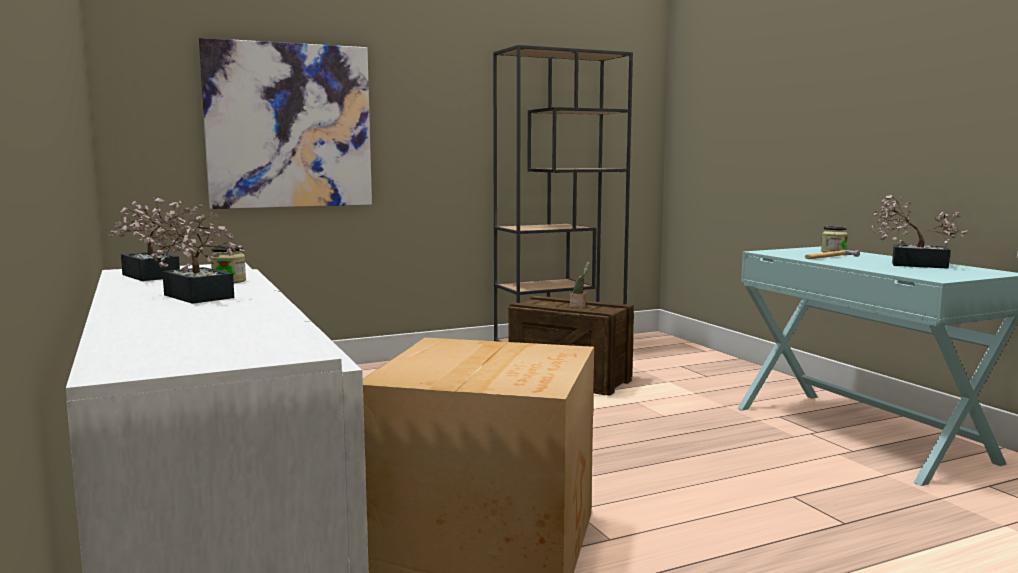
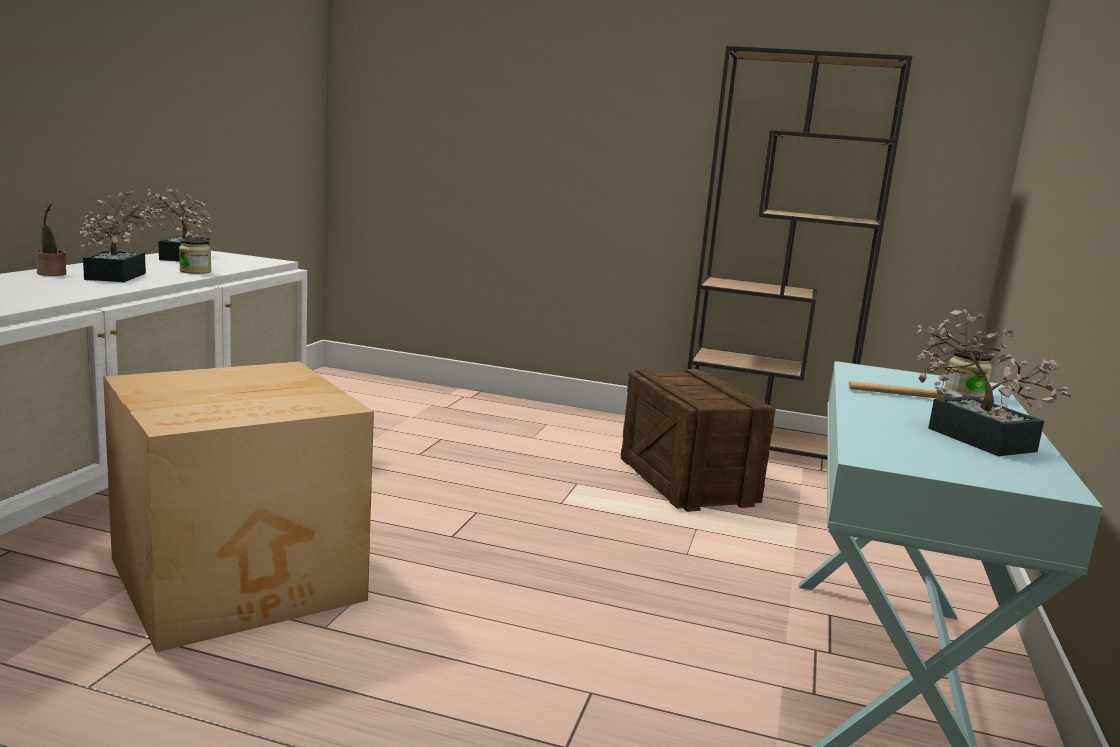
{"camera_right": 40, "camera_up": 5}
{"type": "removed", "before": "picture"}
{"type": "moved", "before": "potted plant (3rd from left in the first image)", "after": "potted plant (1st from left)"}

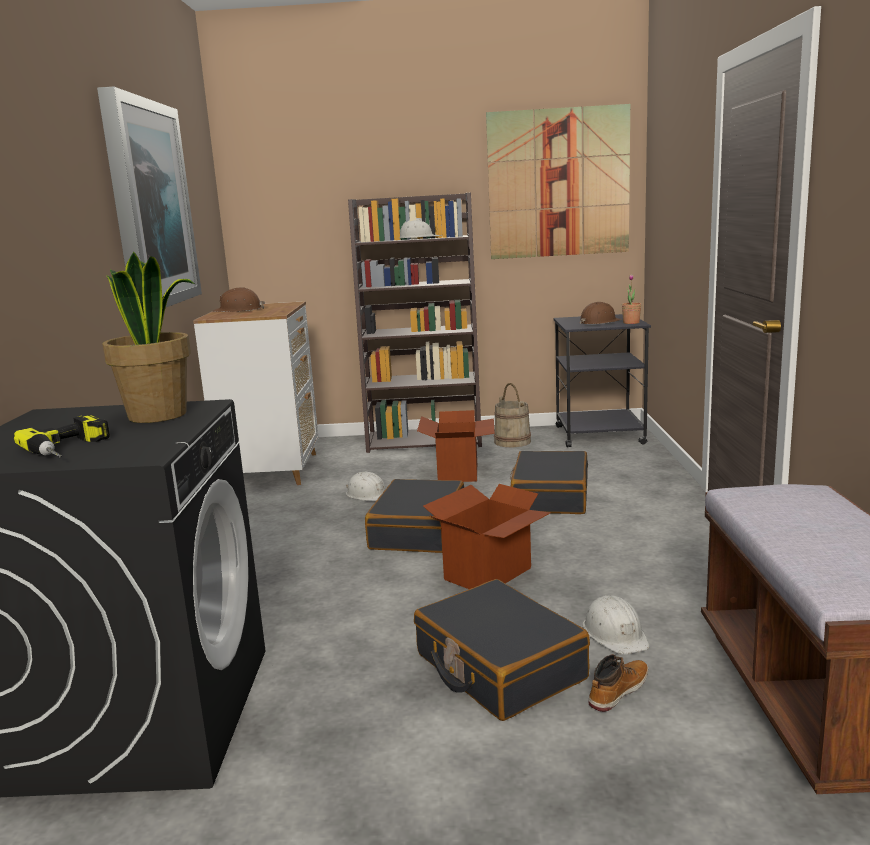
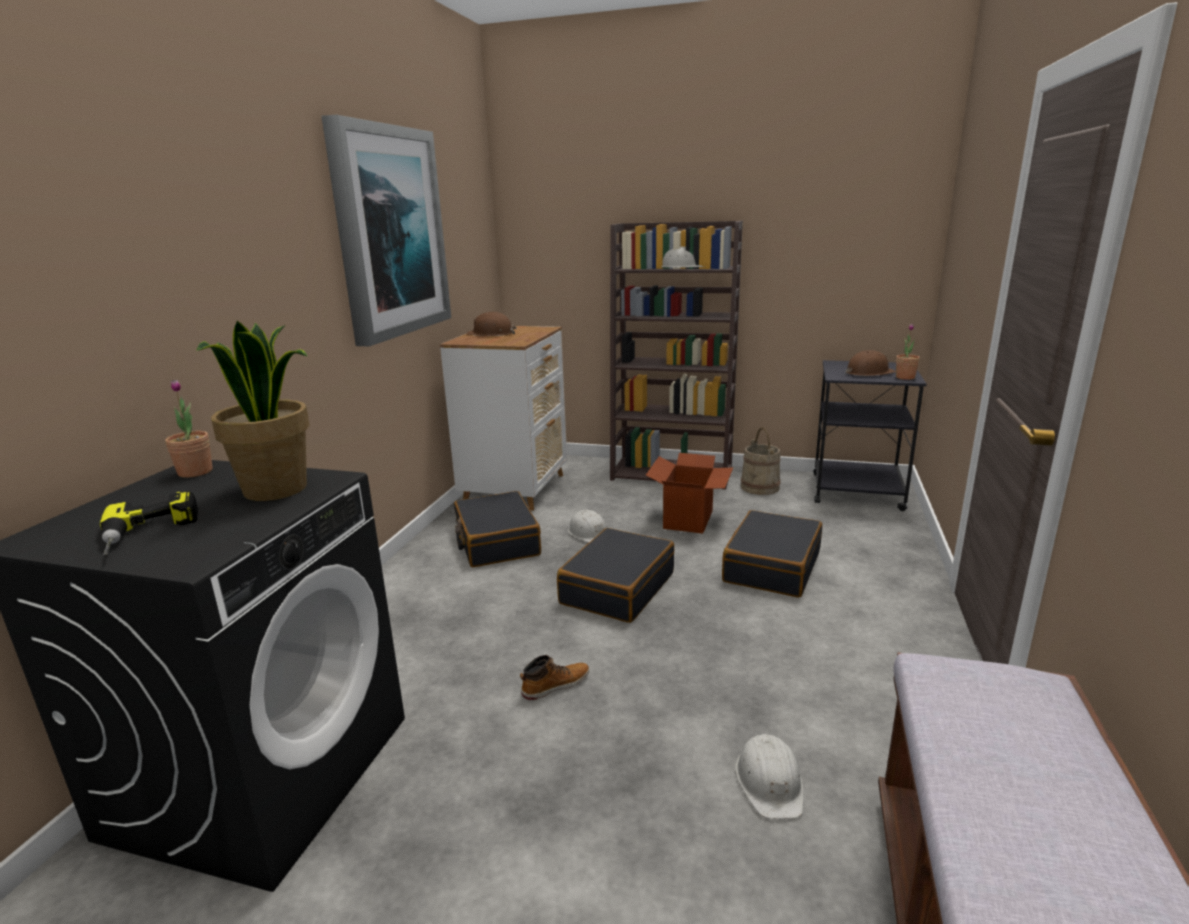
{"camera_right": 15, "camera_up": 5}
{"type": "removed", "before": "cardboard box (2nd from left)"}
{"type": "removed", "before": "picture (2nd from left)"}
{"type": "added", "after": "potted plant (1st from left)"}
{"type": "moved", "before": "suitcase in black (2nd from left in the first image)", "after": "suitcase in black (1st from left)"}
{"type": "moved", "before": "boot"}

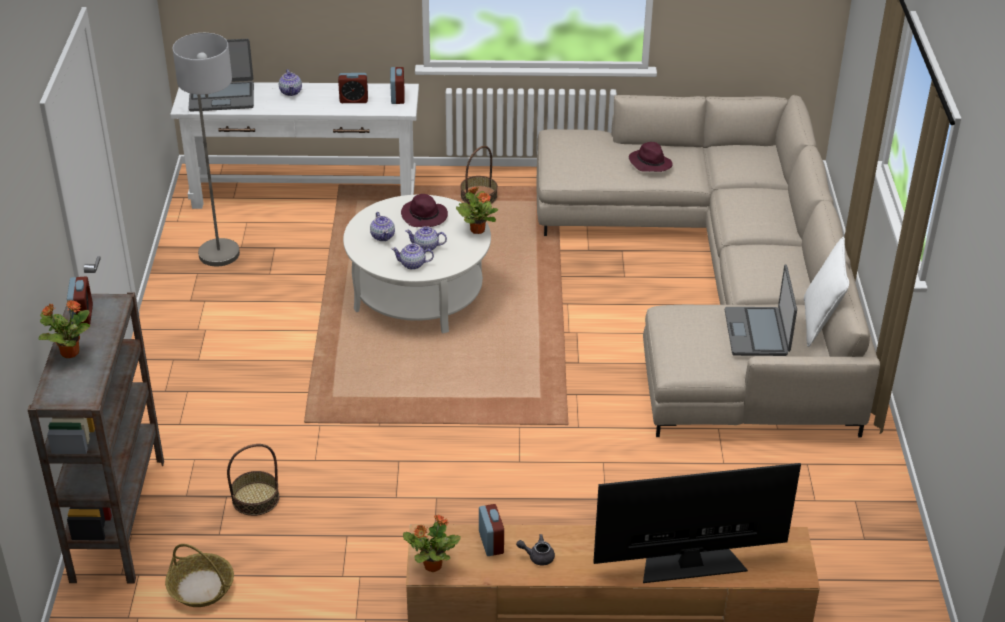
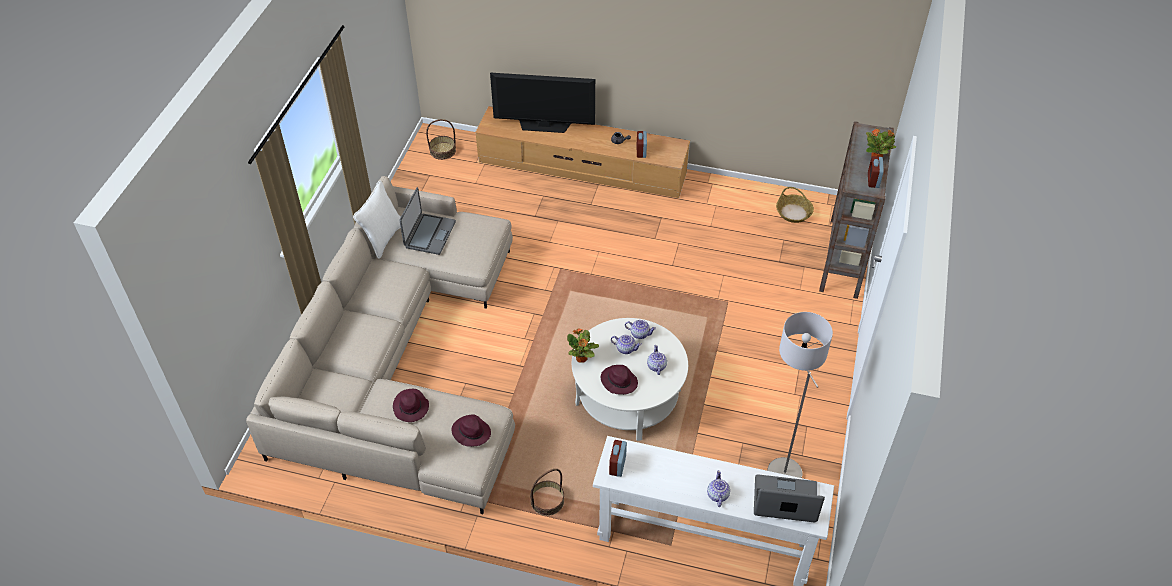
{"camera_right": -165, "camera_up": 10}
{"type": "removed", "before": "alarm clock (2nd from left)"}
{"type": "removed", "before": "potted plant (2nd from left)"}
{"type": "added", "after": "hat in purple (2nd from left)"}
{"type": "moved", "before": "basket (2nd from left in the first image)", "after": "basket (1st from left)"}

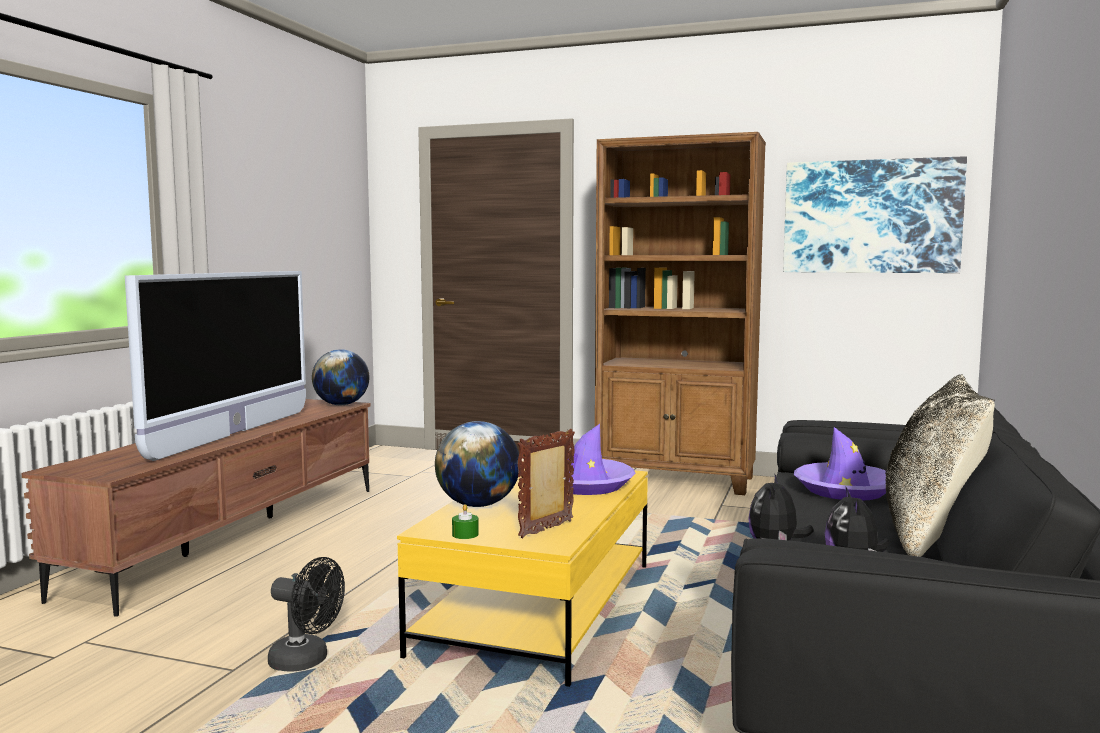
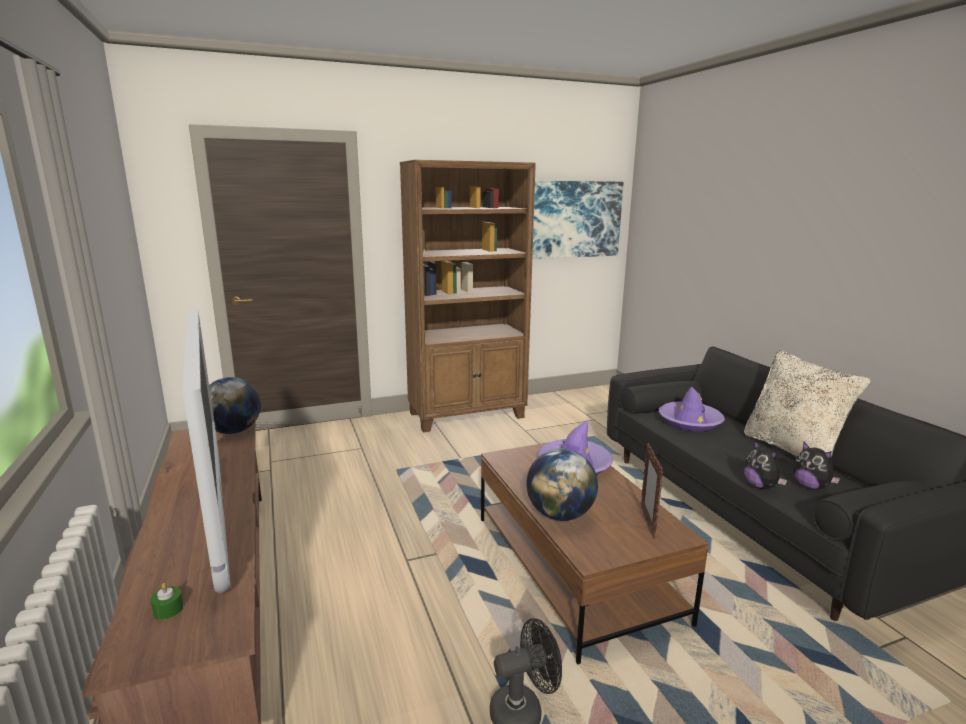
{"camera_right": -40, "camera_up": 10}
{"type": "moved", "before": "candle in green"}
{"type": "recoloured", "before": "coffee table in yellow", "after": "coffee table in brown"}

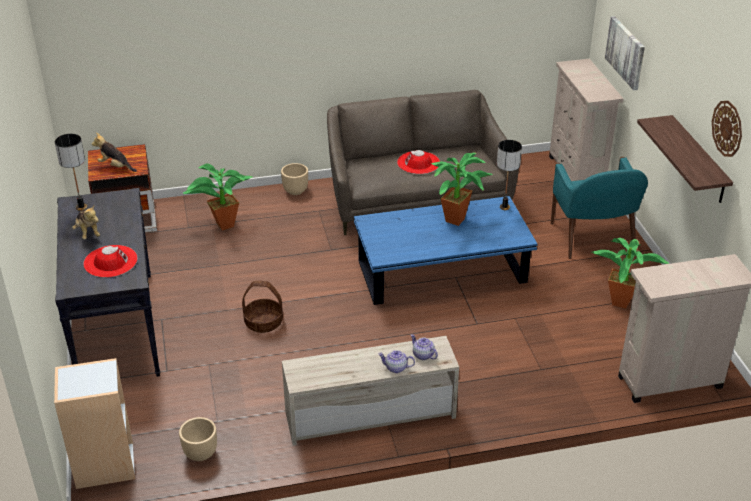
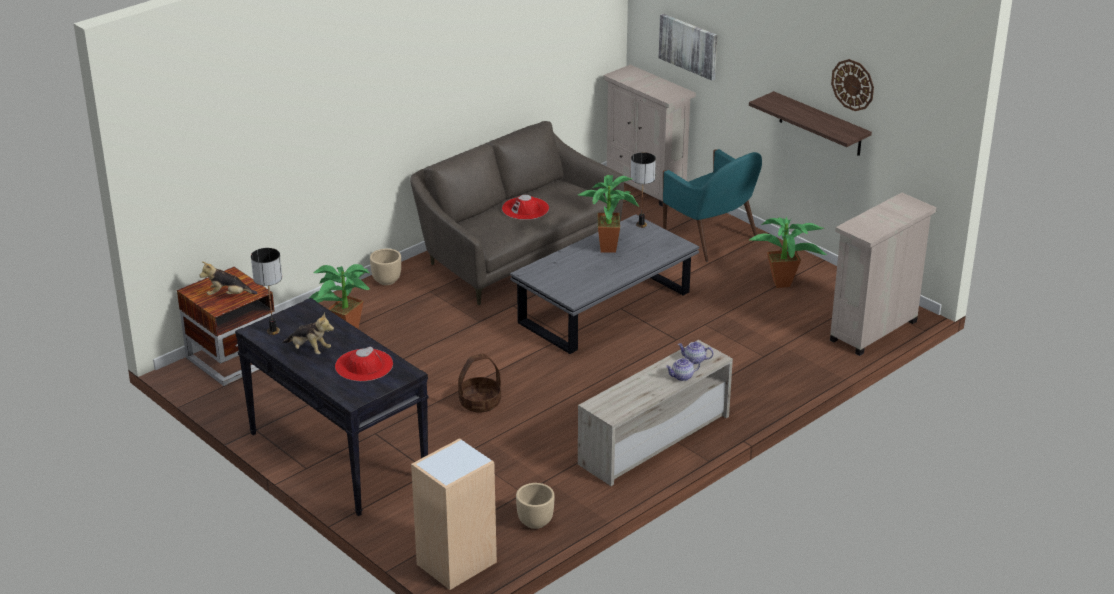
{"camera_right": -30, "camera_up": -5}
{"type": "recoloured", "before": "coffee table in blue", "after": "coffee table in grey"}

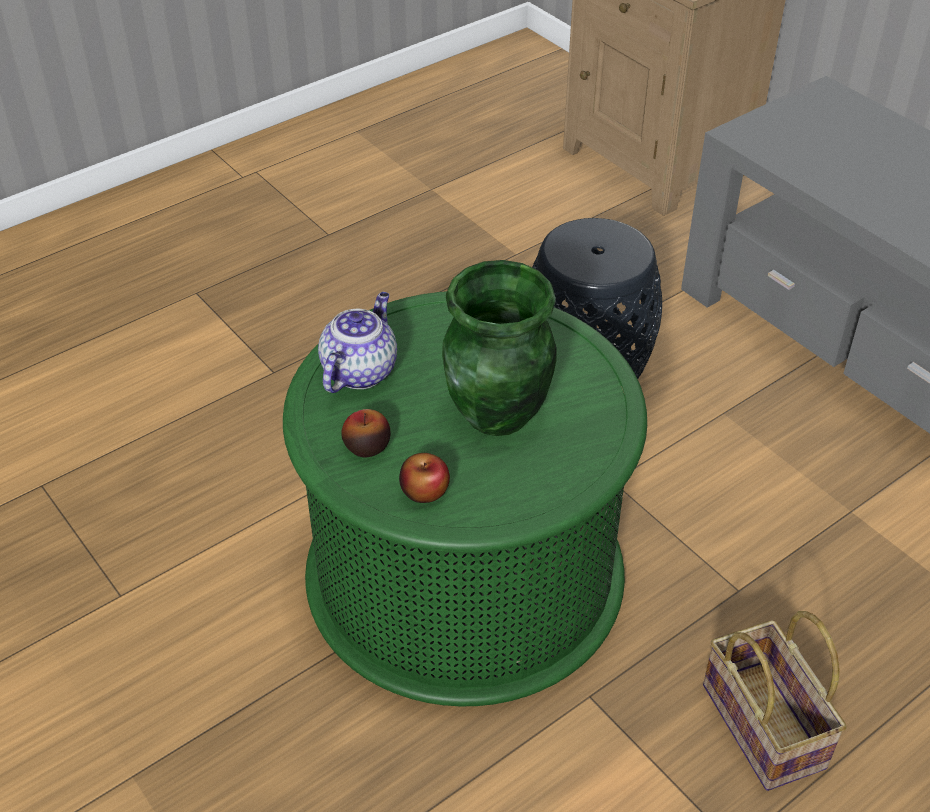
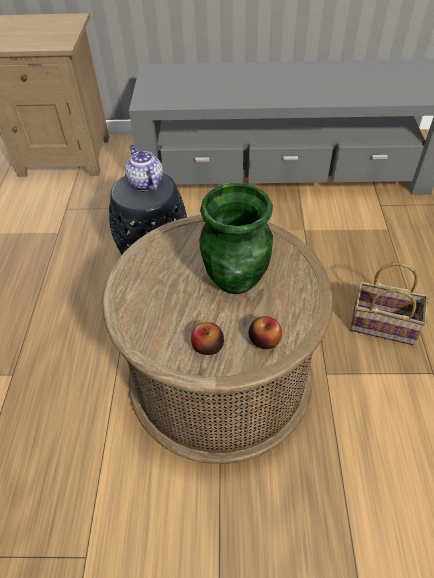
{"camera_right": -50, "camera_up": 5}
{"type": "moved", "before": "teapot"}
{"type": "recoloured", "before": "coffee table in green", "after": "coffee table in brown"}

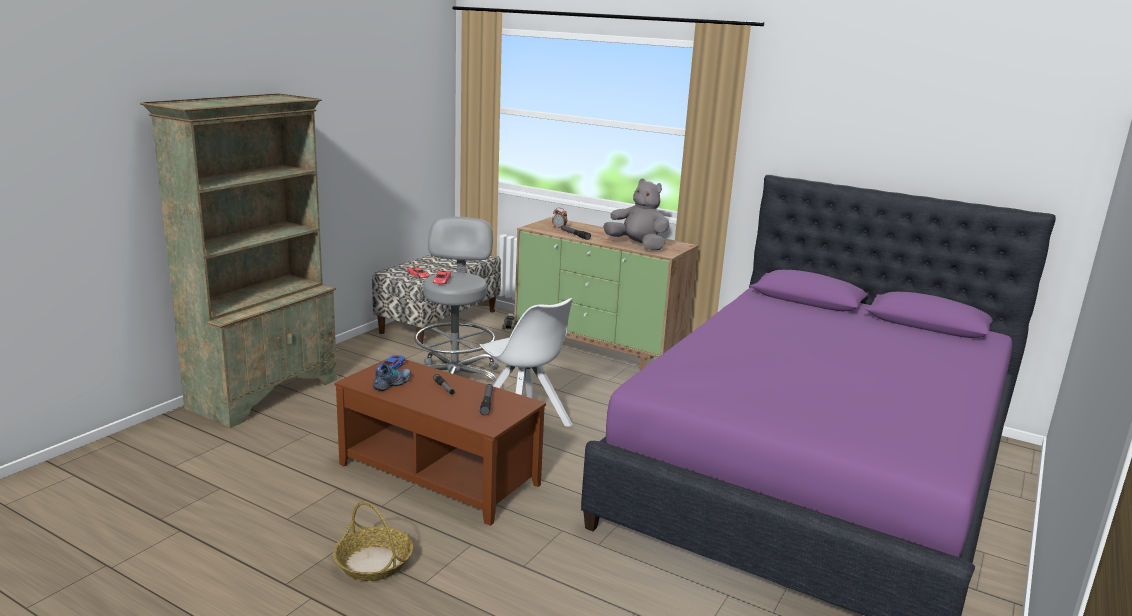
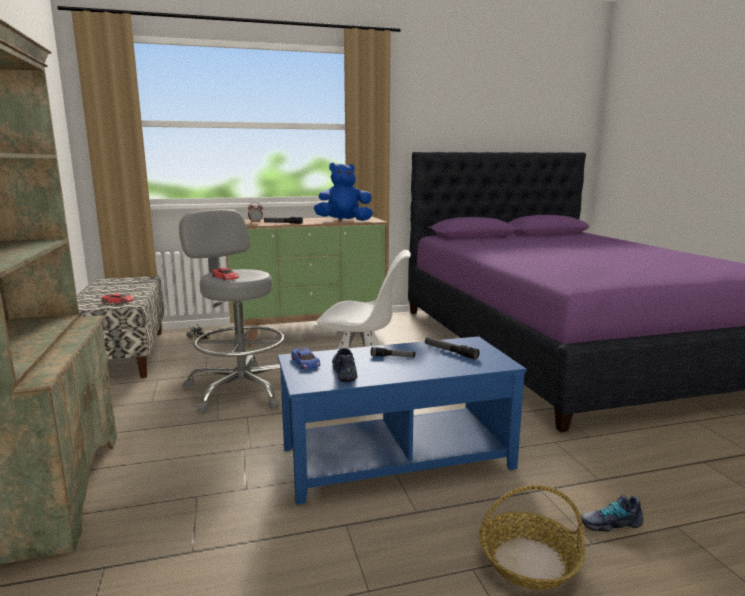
{"camera_right": -45, "camera_up": -5}
{"type": "added", "after": "shoe (2nd from left)"}
{"type": "recoloured", "before": "coffee table in brown", "after": "coffee table in blue"}
{"type": "recoloured", "before": "plush toy in grey", "after": "plush toy in blue"}

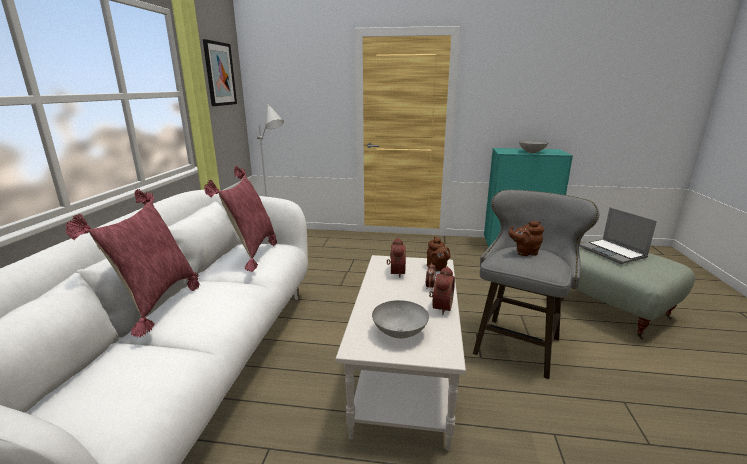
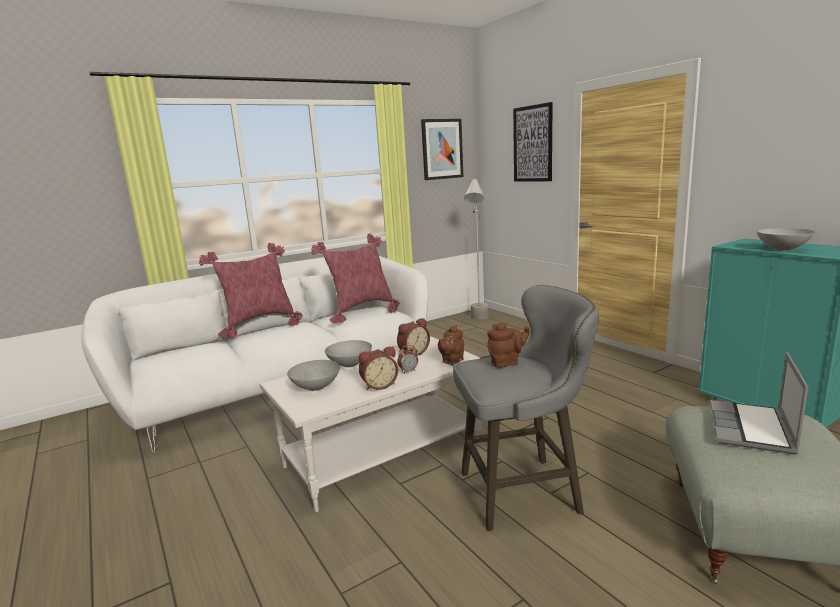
{"camera_right": 50, "camera_up": -5}
{"type": "added", "after": "bowl in grey (2nd from left)"}
{"type": "added", "after": "picture (2nd from left)"}
{"type": "turned", "before": "teapot in brown (2nd from left)", "turn": 120}

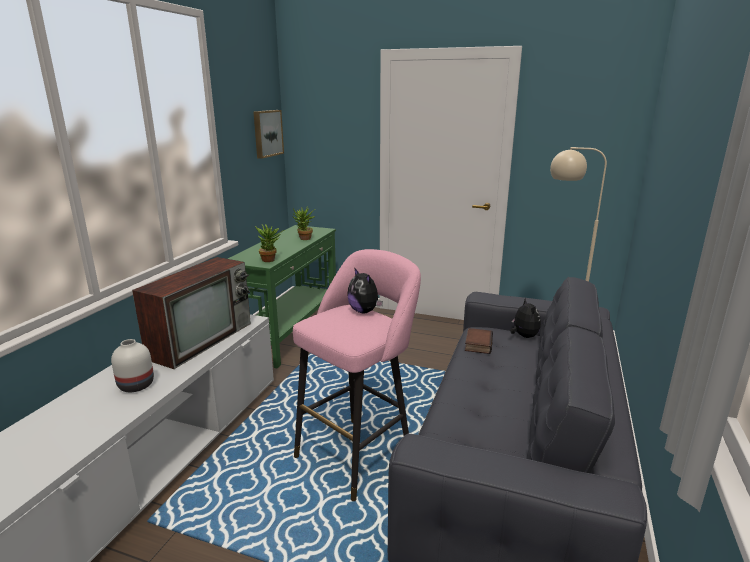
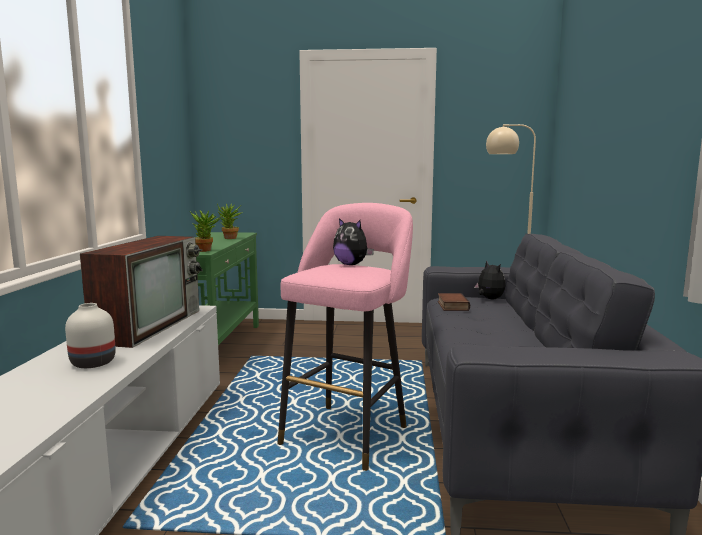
{"camera_right": -15, "camera_up": -10}
{"type": "removed", "before": "picture"}

